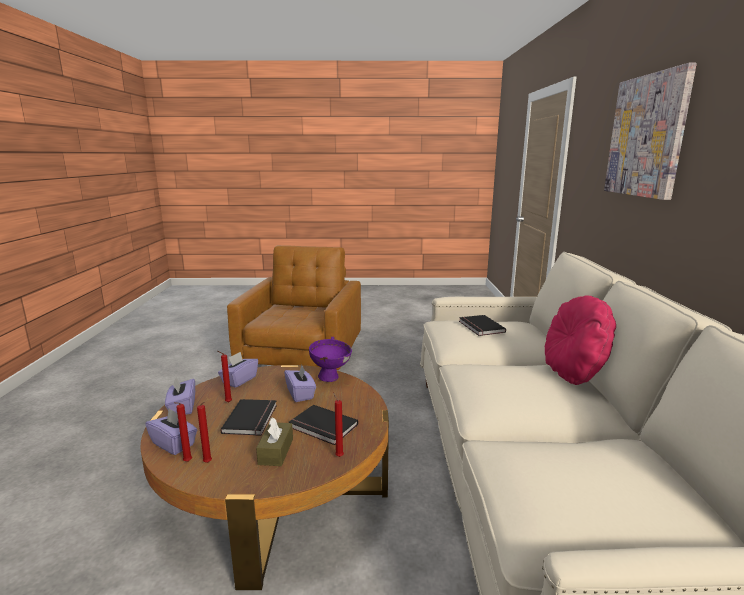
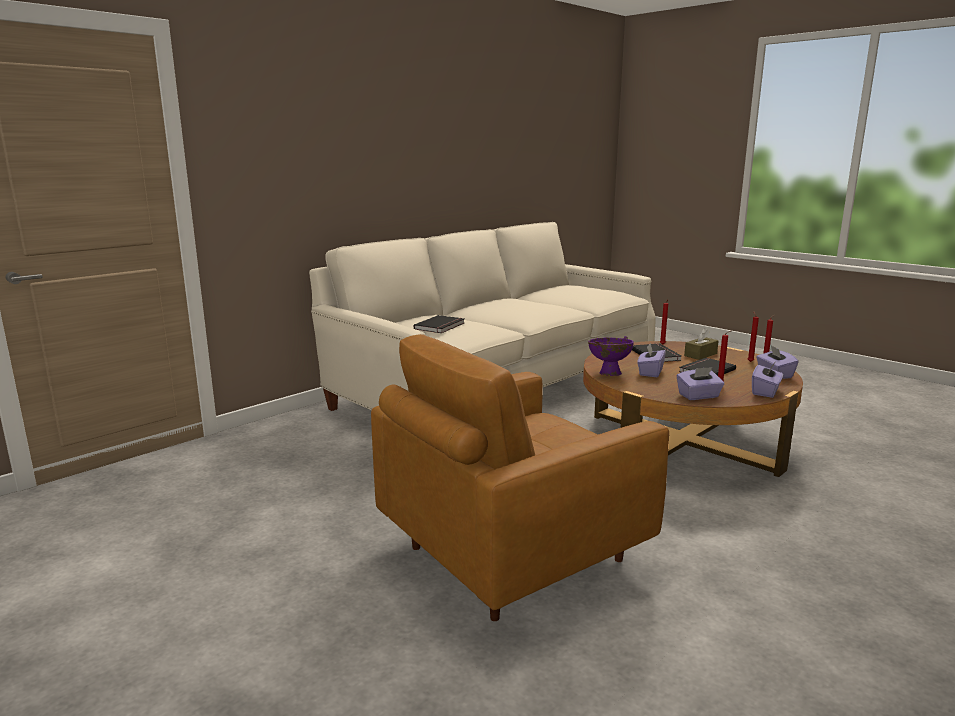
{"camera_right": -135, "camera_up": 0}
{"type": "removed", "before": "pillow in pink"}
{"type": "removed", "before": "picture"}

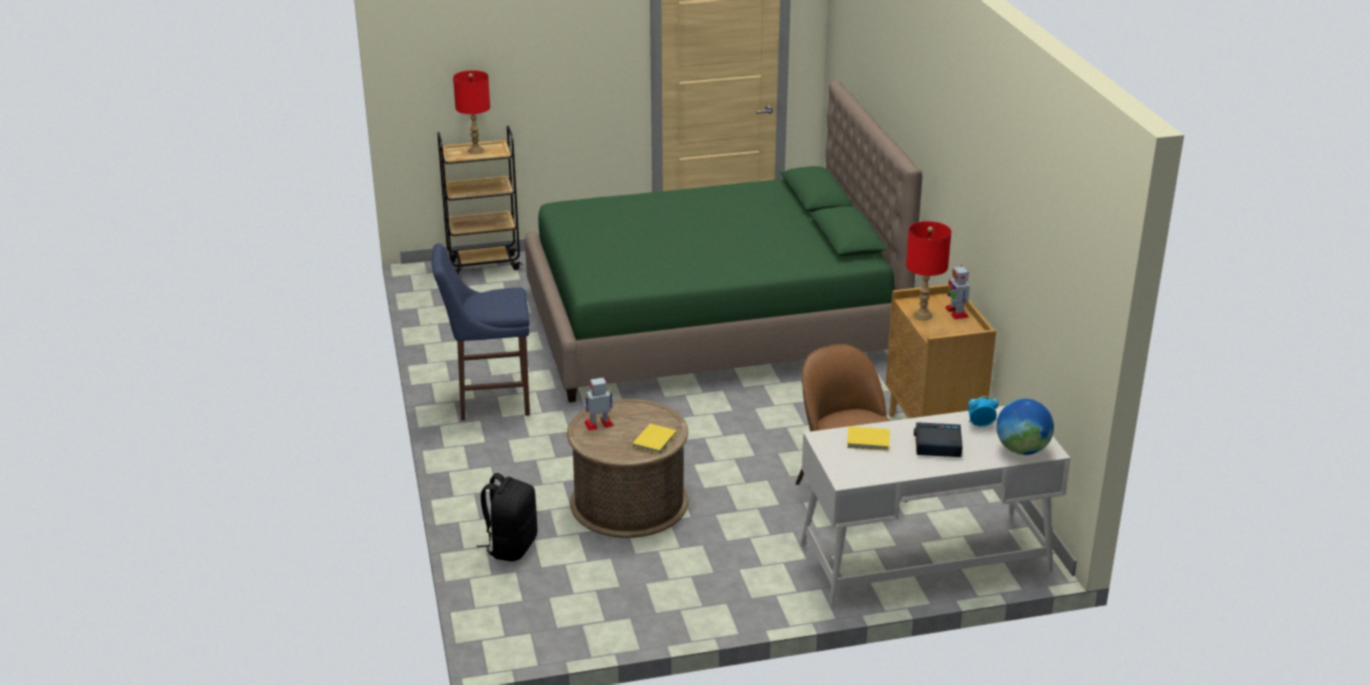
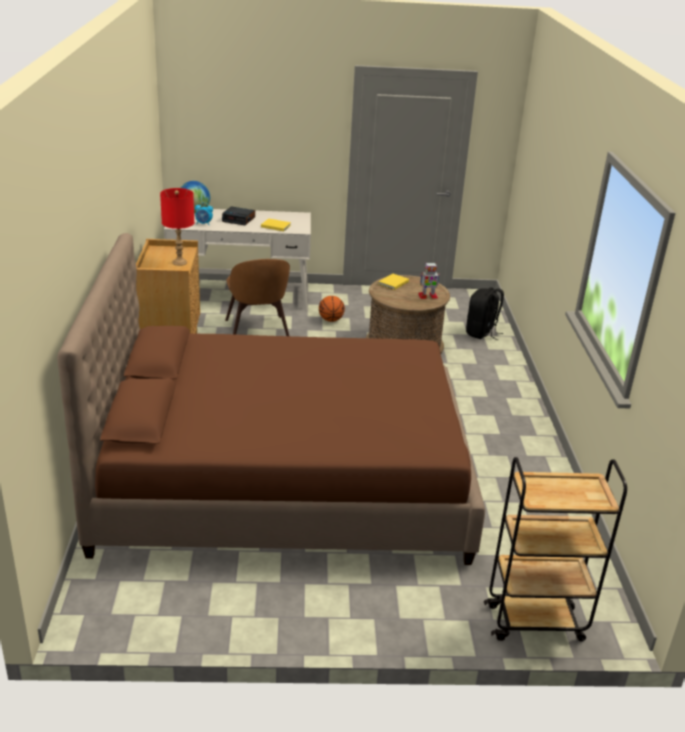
{"camera_right": -170, "camera_up": 0}
{"type": "removed", "before": "stool in blue"}
{"type": "removed", "before": "table lamp in red (1st from left)"}
{"type": "removed", "before": "toy robot (2nd from left)"}
{"type": "added", "after": "basketball"}
{"type": "recoloured", "before": "bed in green", "after": "bed in brown"}

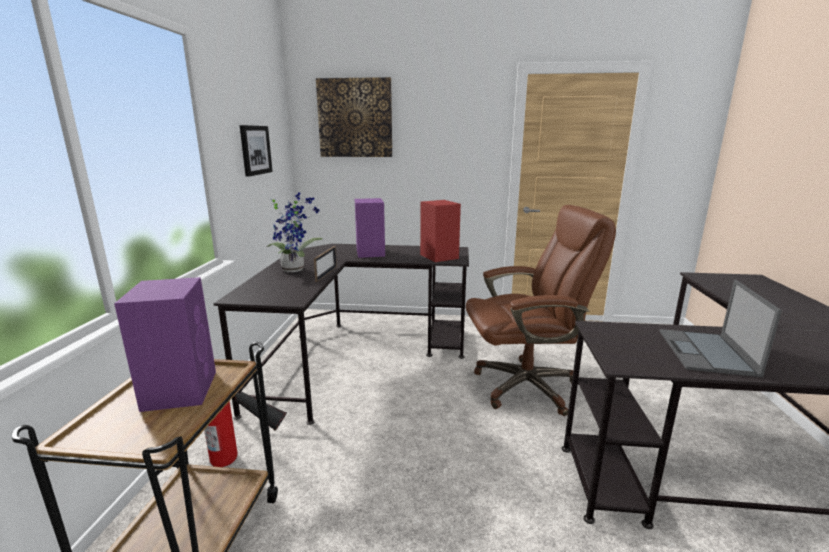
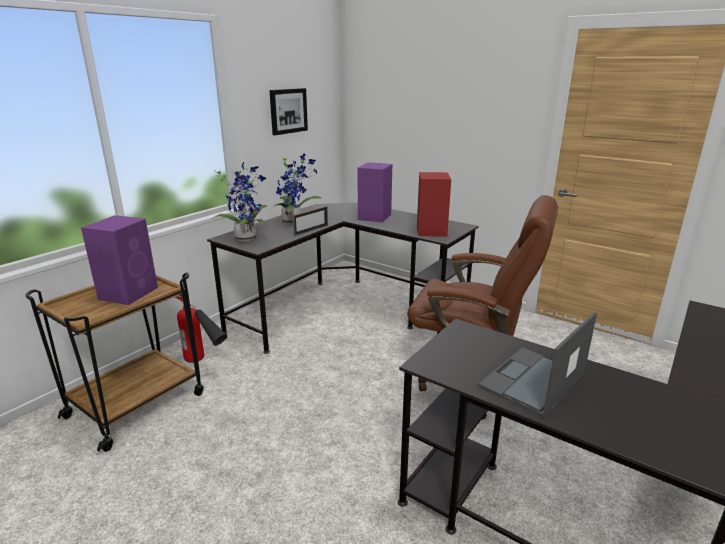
{"camera_right": 30, "camera_up": 5}
{"type": "removed", "before": "picture (2nd from left)"}
{"type": "added", "after": "potted plant (1st from left)"}

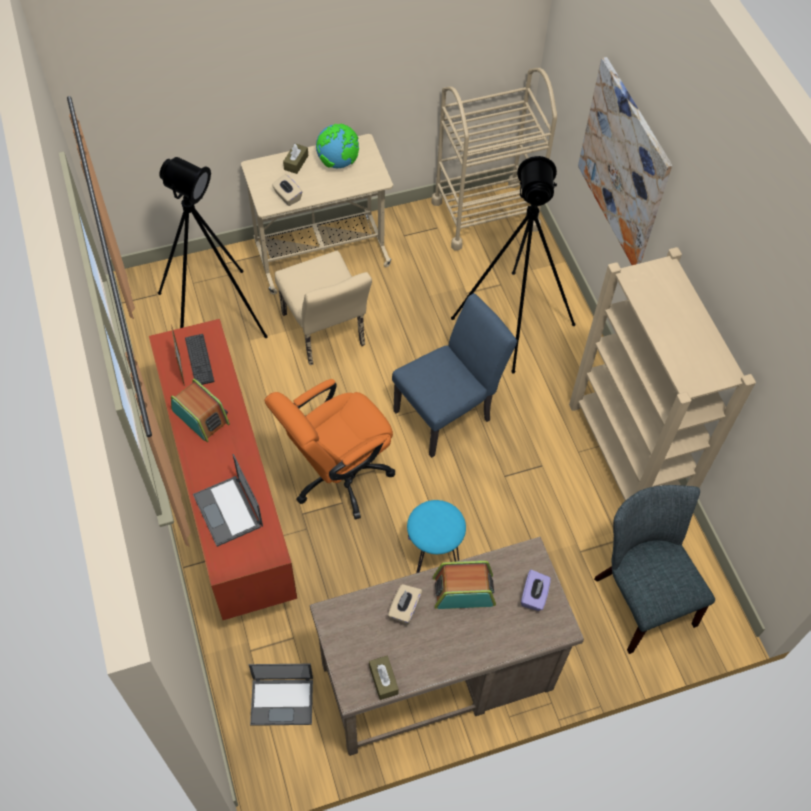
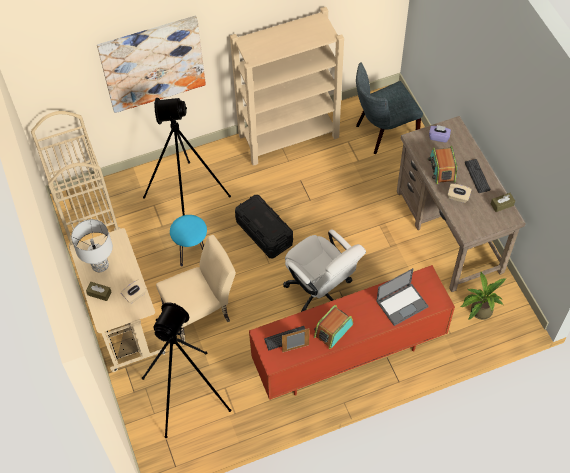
{"camera_right": -90, "camera_up": 0}
{"type": "added", "after": "keyboard (2nd from left)"}
{"type": "moved", "before": "stool in turquoise"}
{"type": "replaced", "before": "laptop (2nd from left)", "after": "potted plant"}
{"type": "replaced", "before": "globe", "after": "table lamp in white"}
{"type": "replaced", "before": "chair in blue", "after": "storage box in black"}
{"type": "recoloured", "before": "office chair in orange", "after": "office chair in white"}

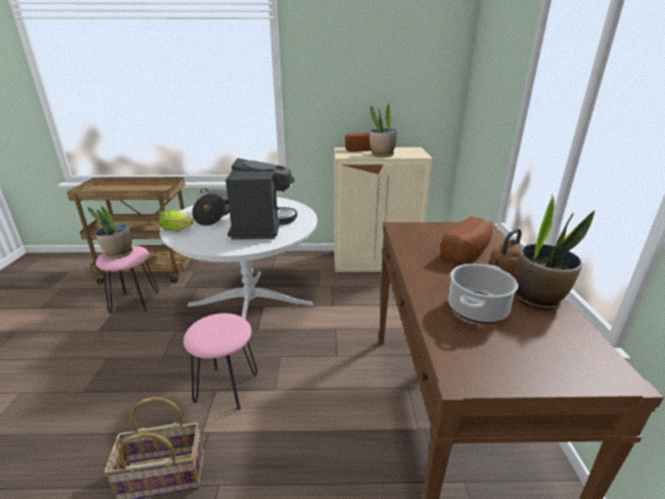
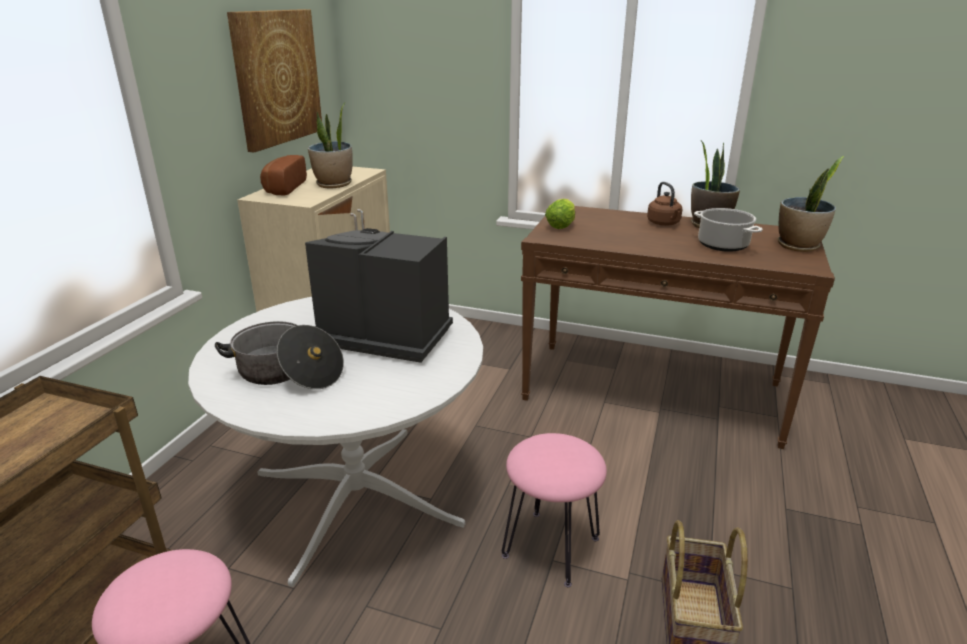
{"camera_right": -70, "camera_up": 0}
{"type": "removed", "before": "bread (2nd from left)"}
{"type": "added", "after": "picture"}
{"type": "moved", "before": "potted plant (1st from left in the first image)", "after": "potted plant (3rd from left)"}
{"type": "moved", "before": "lettuce"}

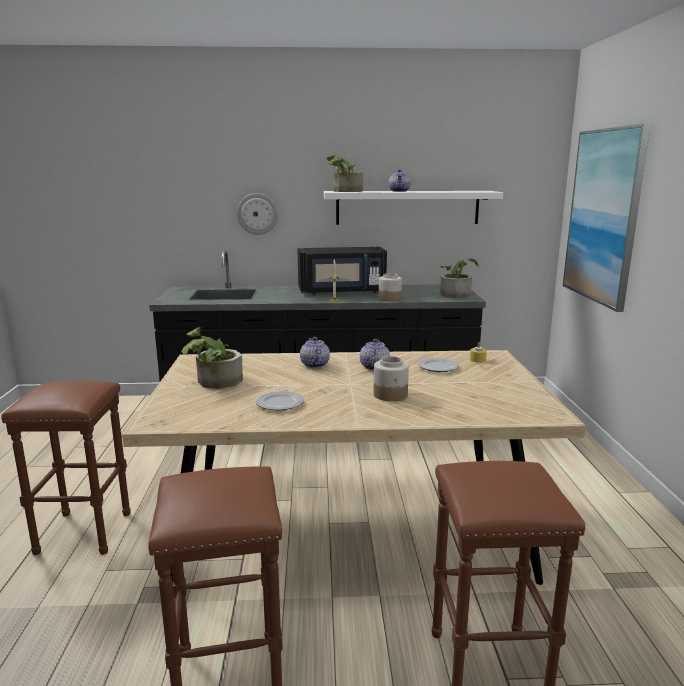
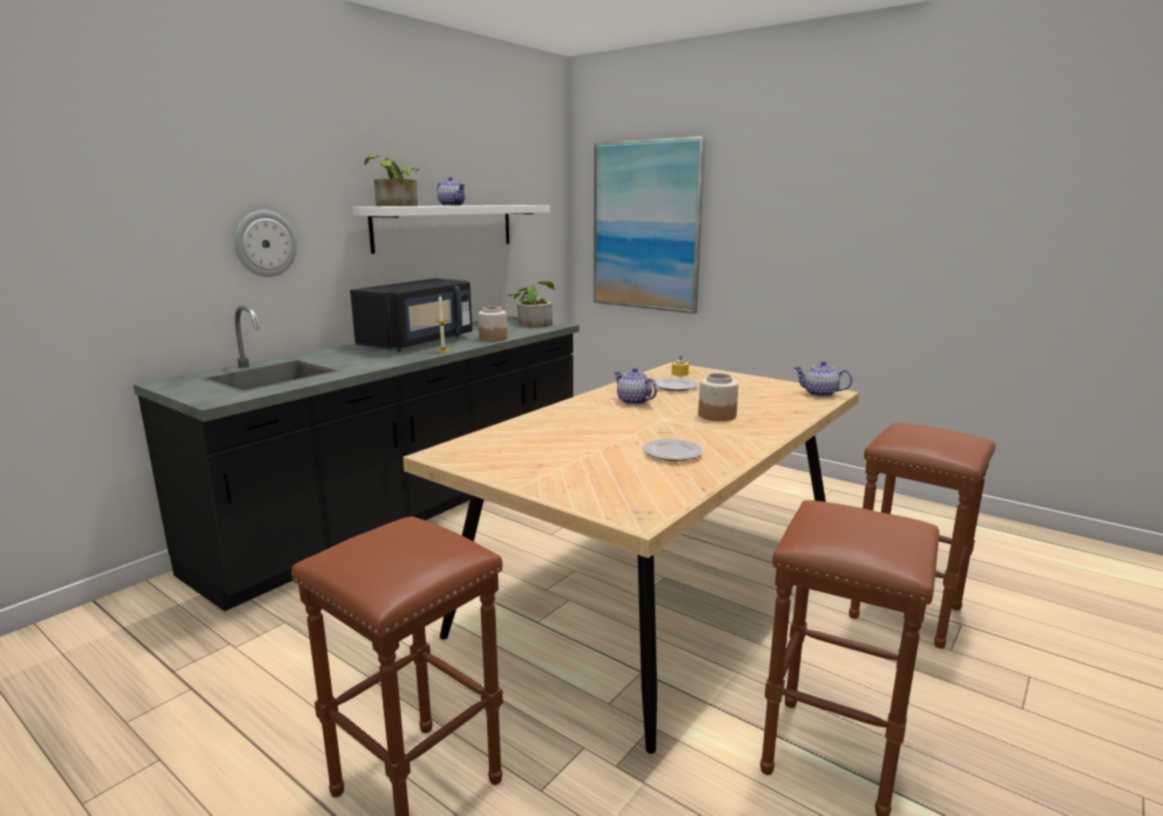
{"camera_right": -50, "camera_up": 0}
{"type": "removed", "before": "potted plant (1st from left)"}
{"type": "moved", "before": "teapot (1st from left in the first image)", "after": "teapot (3rd from left)"}

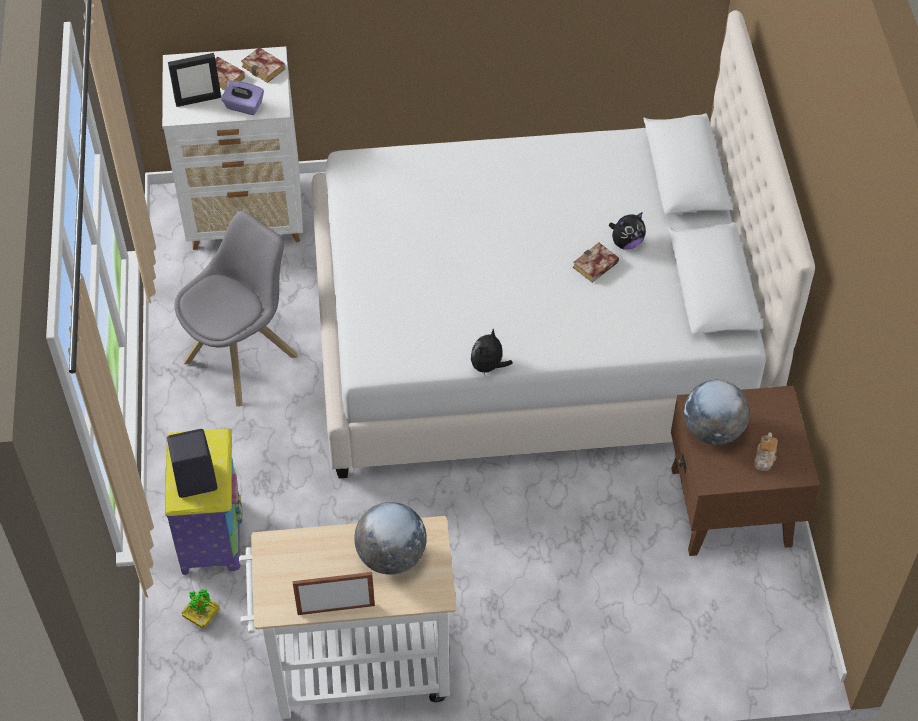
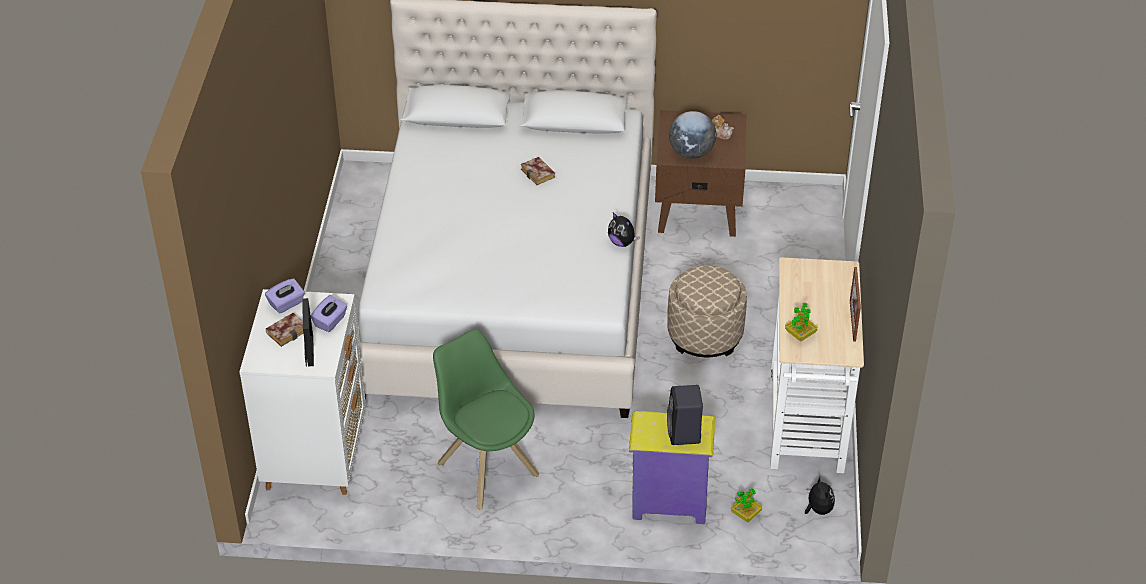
{"camera_right": -80, "camera_up": -10}
{"type": "removed", "before": "globe (1st from left)"}
{"type": "added", "after": "ottoman in beige"}
{"type": "added", "after": "potted plant (2nd from left)"}
{"type": "moved", "before": "plush toy (2nd from left)"}
{"type": "replaced", "before": "book (2nd from left)", "after": "tissue box in purple (1st from left)"}
{"type": "recoloured", "before": "chair in grey", "after": "chair in green"}

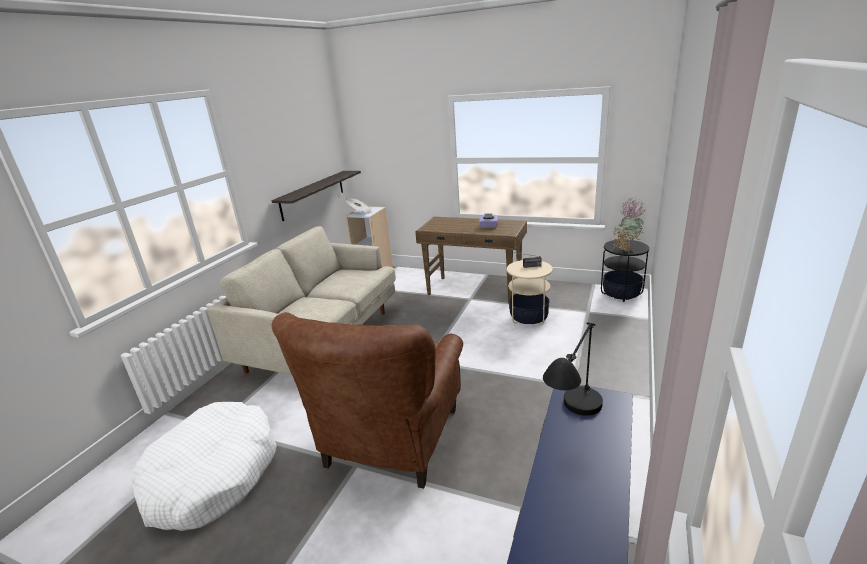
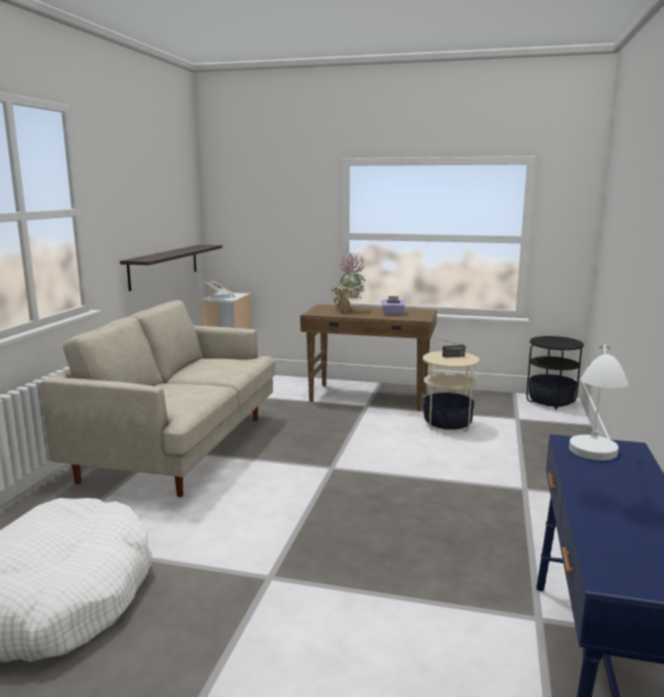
{"camera_right": -10, "camera_up": -10}
{"type": "removed", "before": "armchair in brown"}
{"type": "moved", "before": "potted plant"}
{"type": "recoloured", "before": "table lamp in black", "after": "table lamp in white"}

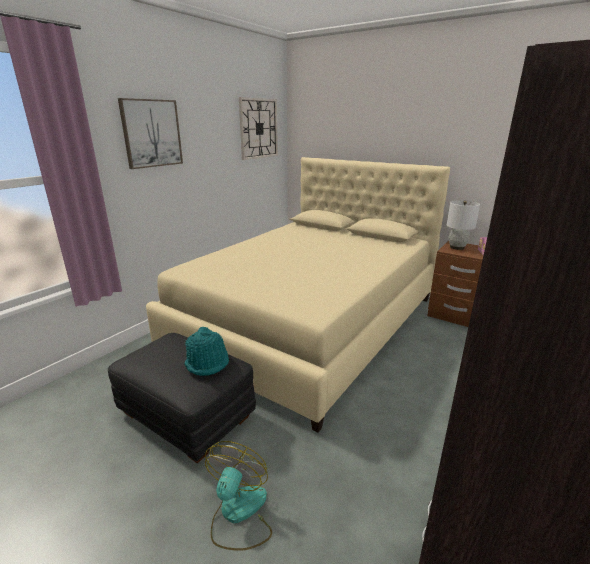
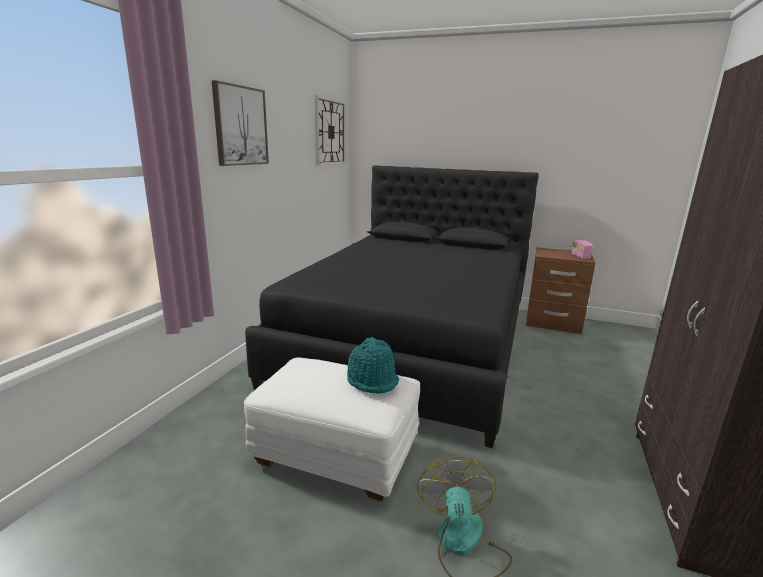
{"camera_right": -15, "camera_up": -5}
{"type": "removed", "before": "table lamp in white"}
{"type": "recoloured", "before": "ottoman in black", "after": "ottoman in white"}
{"type": "recoloured", "before": "bed in beige", "after": "bed in black"}

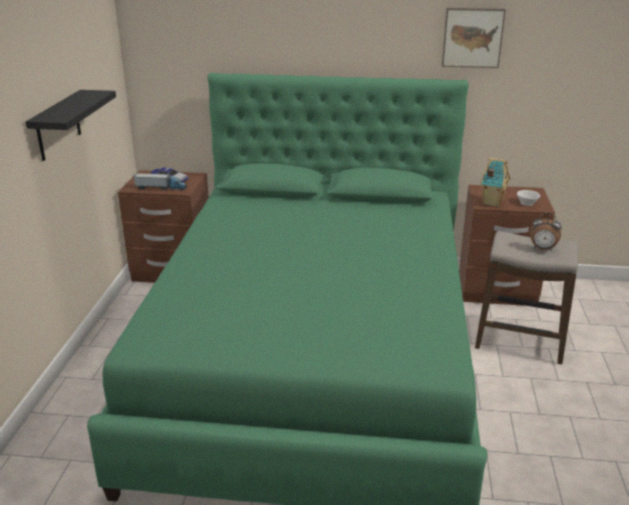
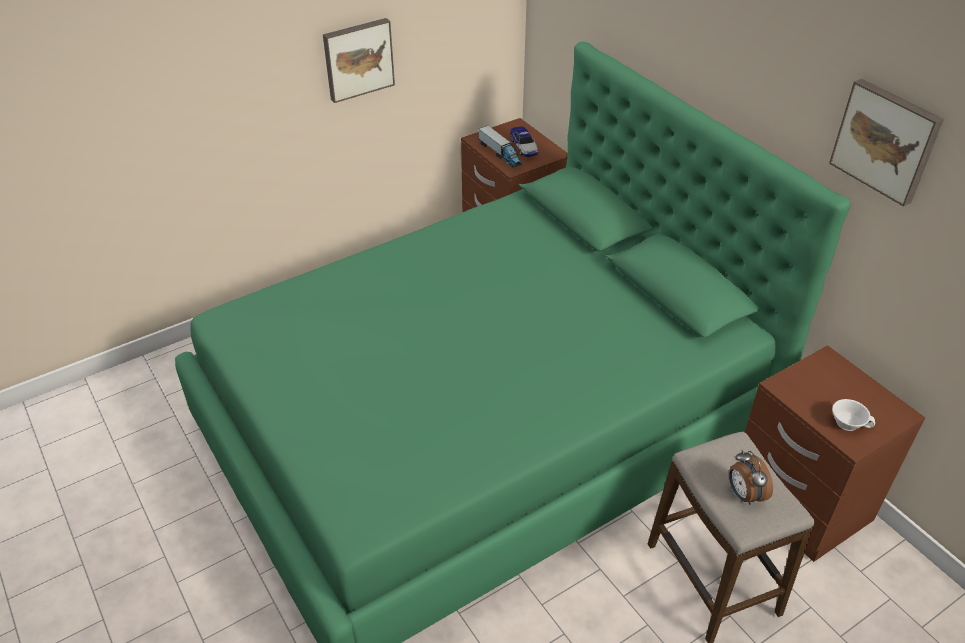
{"camera_right": 50, "camera_up": 15}
{"type": "removed", "before": "toy house"}
{"type": "replaced", "before": "shelf in black", "after": "picture (1st from left)"}

